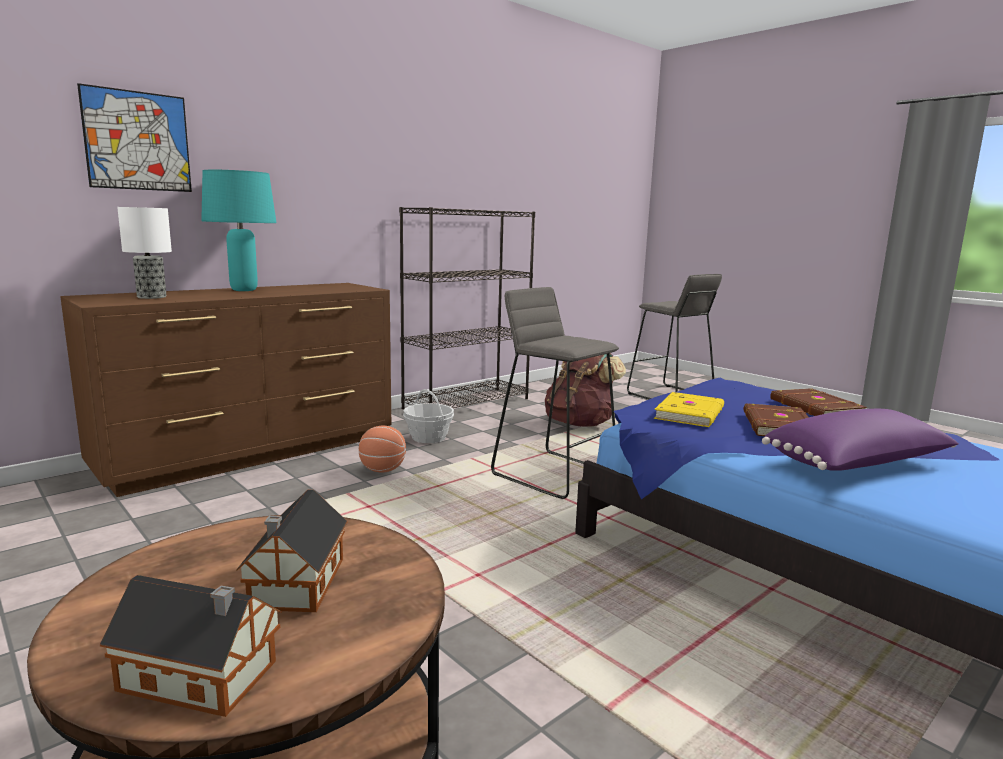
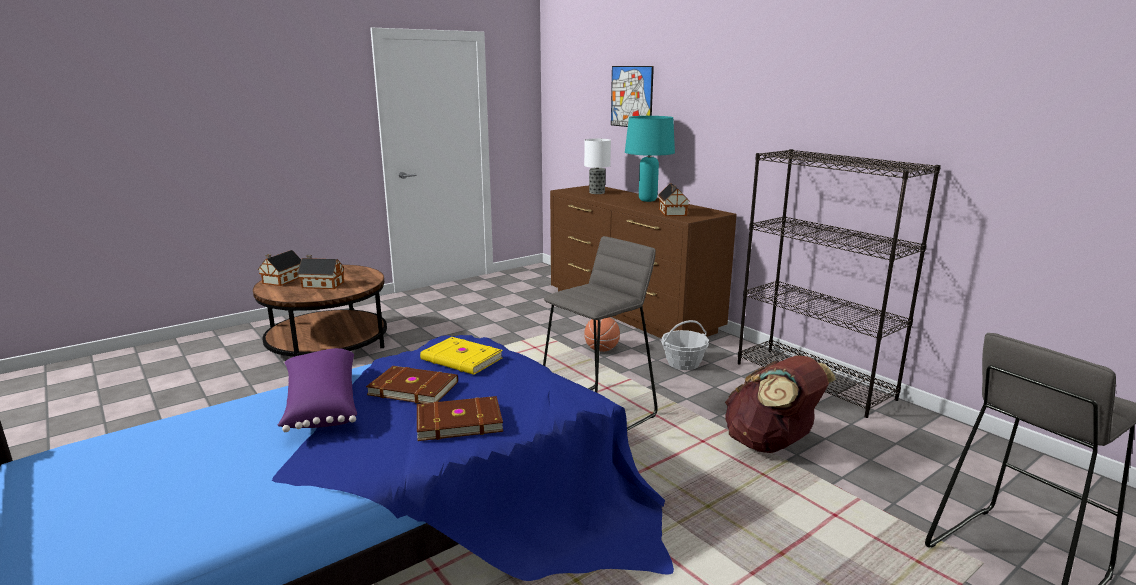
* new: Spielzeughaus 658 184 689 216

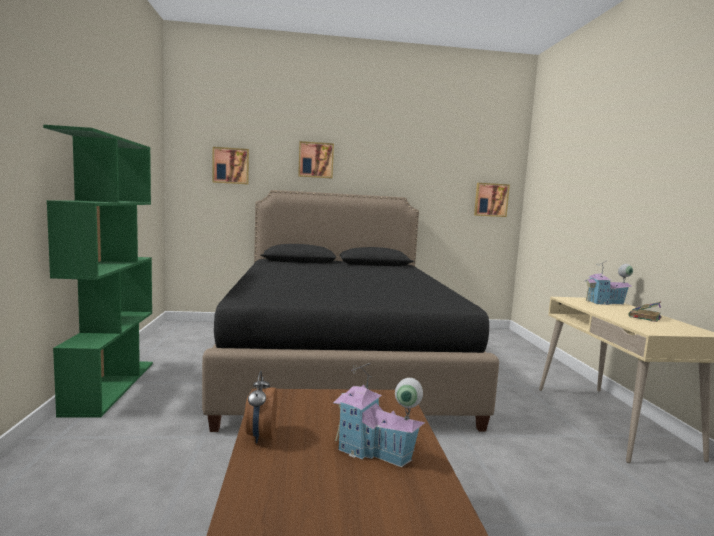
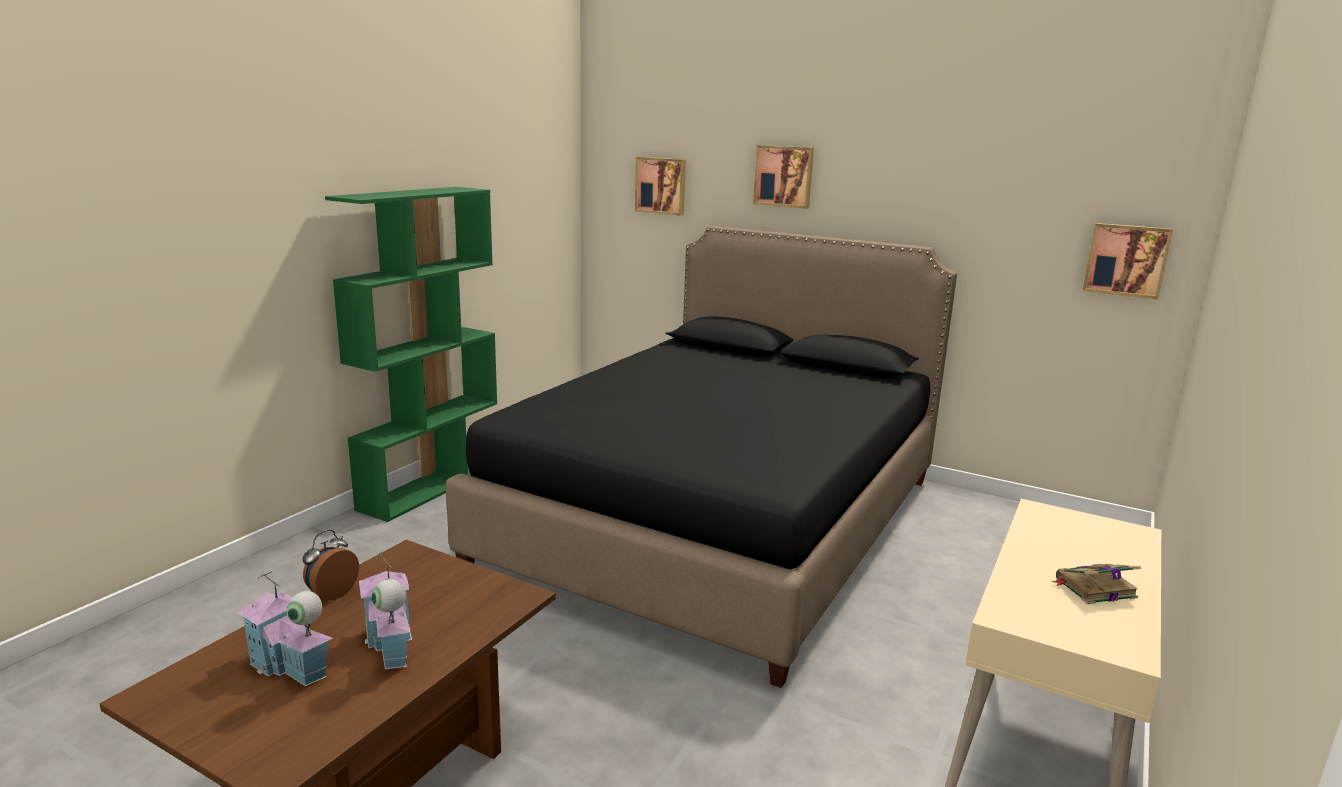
* shifted: Spielzeughaus 584 261 633 305 to 237 572 333 686

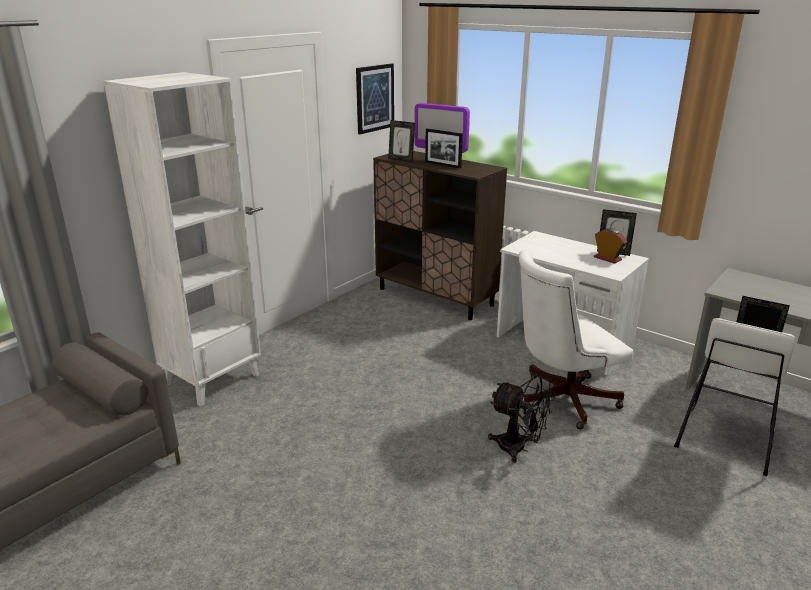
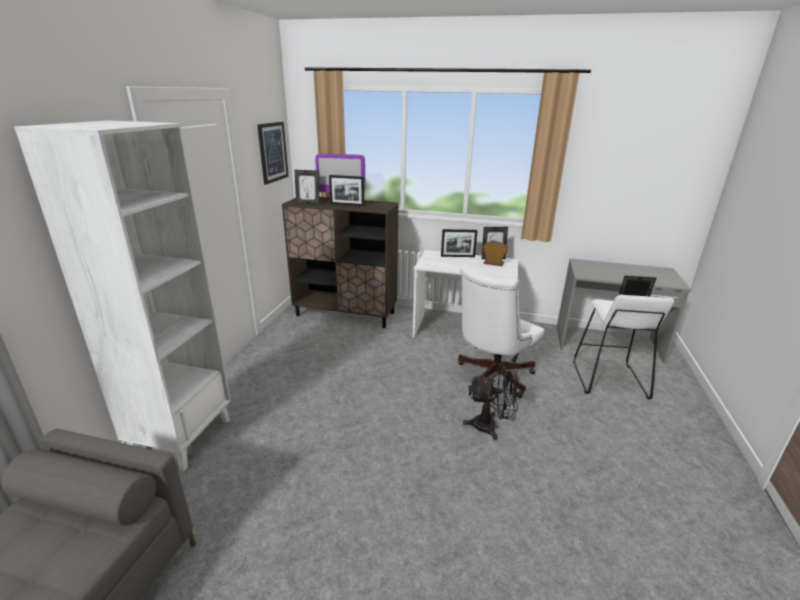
* new: Bilderrahmen 441 229 478 257

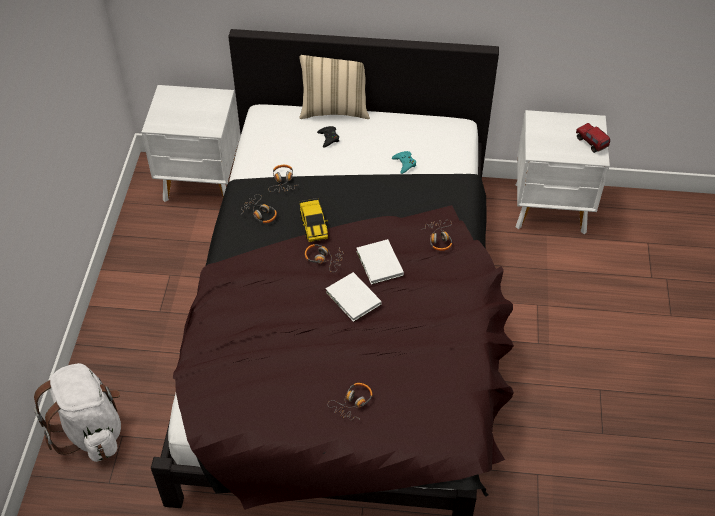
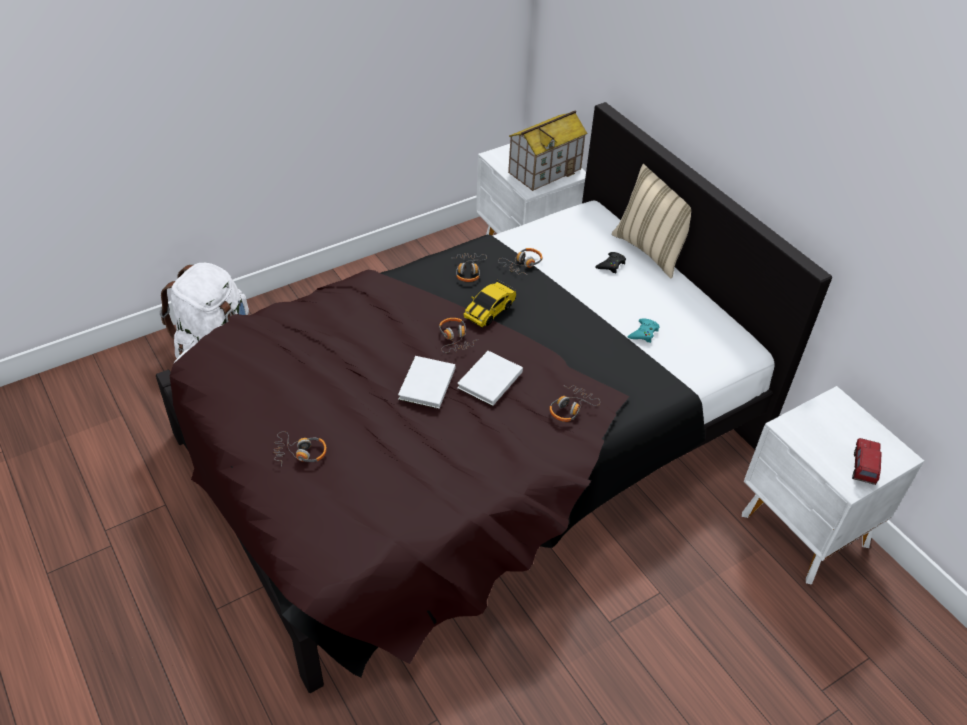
* new: Spielzeughaus 508 110 587 191

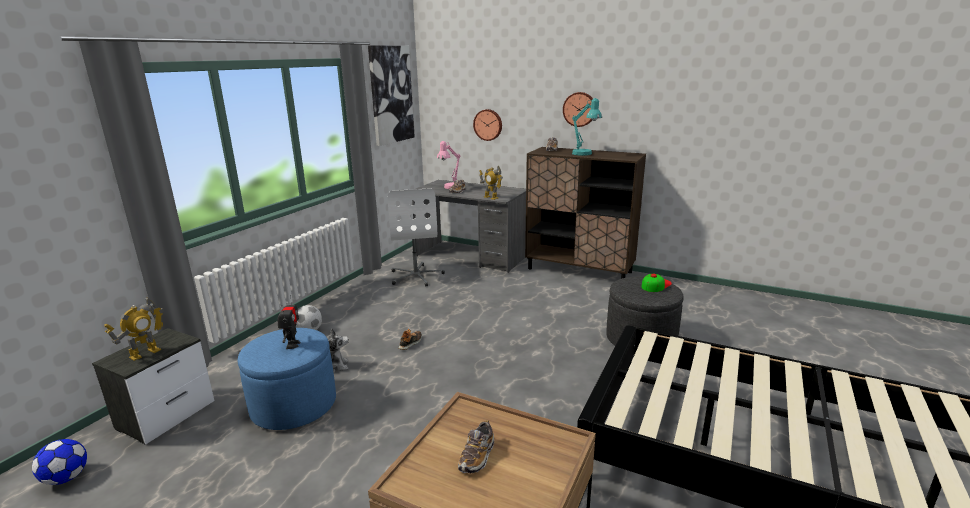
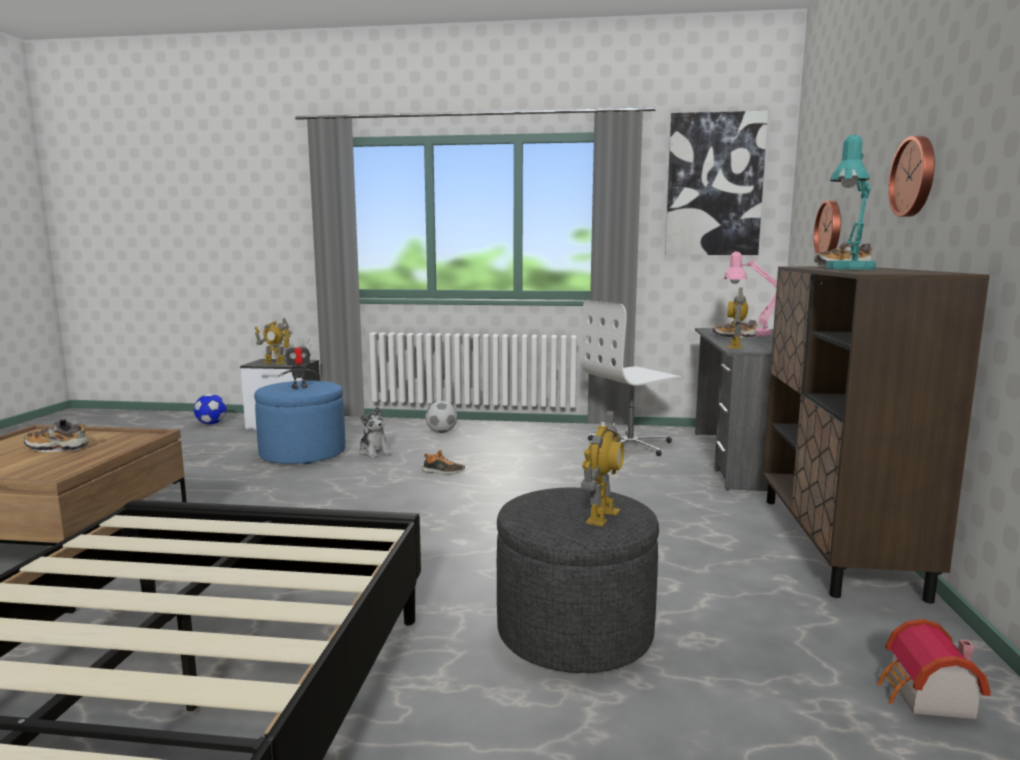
* swapped: Kappe 642 274 672 292 to Spielzeugroboter 581 410 624 526
* new: Spielzeughaus 877 619 991 719

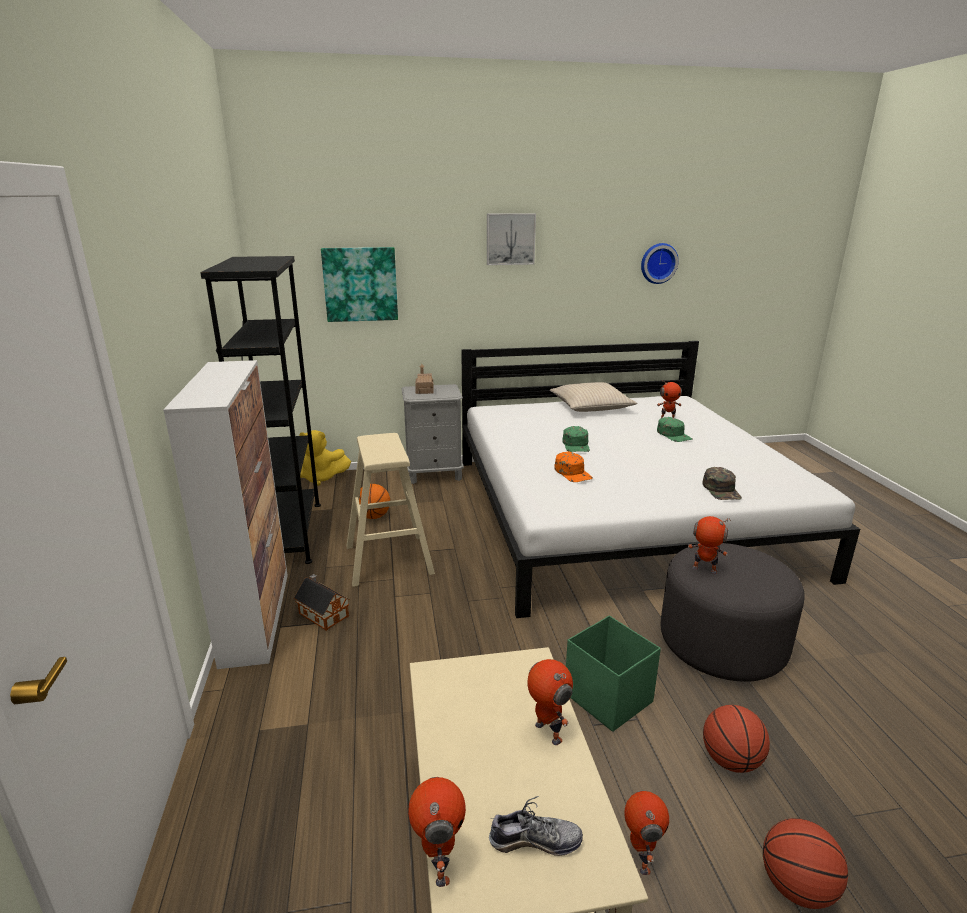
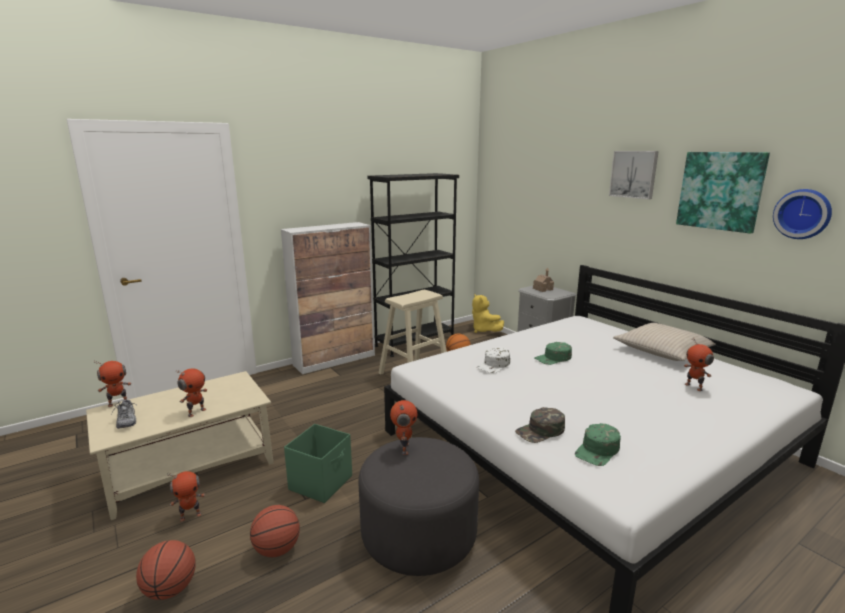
* gone: Spielzeughaus 294 574 350 631
* shifted: Bild 321 247 398 322 to 676 152 770 234
* repainted: Kappe (orange) 554 451 593 482 to Kappe (weiß) 477 347 510 373
* shifted: Kappe (grün) 657 417 693 442 to 575 423 621 466

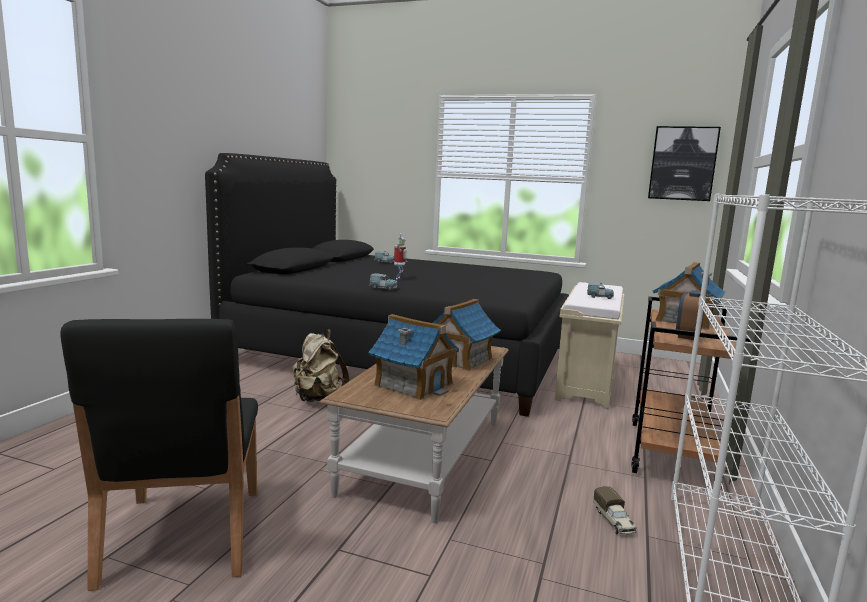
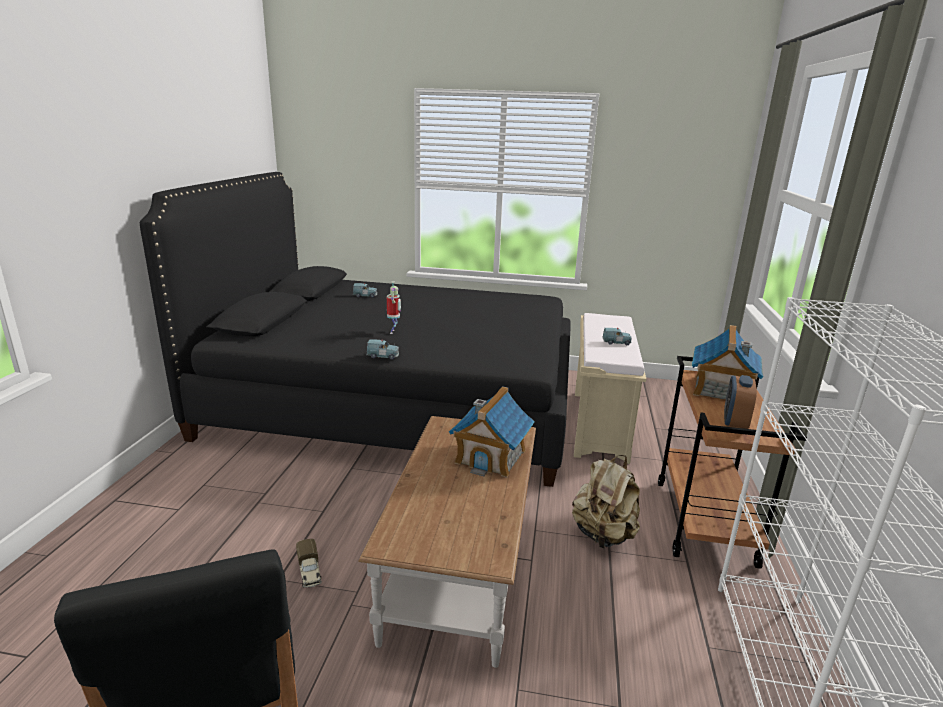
* shifted: Rucksack (beige) 292 329 349 402 to 572 455 640 549
* gone: Spielzeughaus 368 314 459 400
* shifted: Spielzeuglaster 593 486 637 535 to 296 539 322 588
* gone: Bild 648 126 721 201

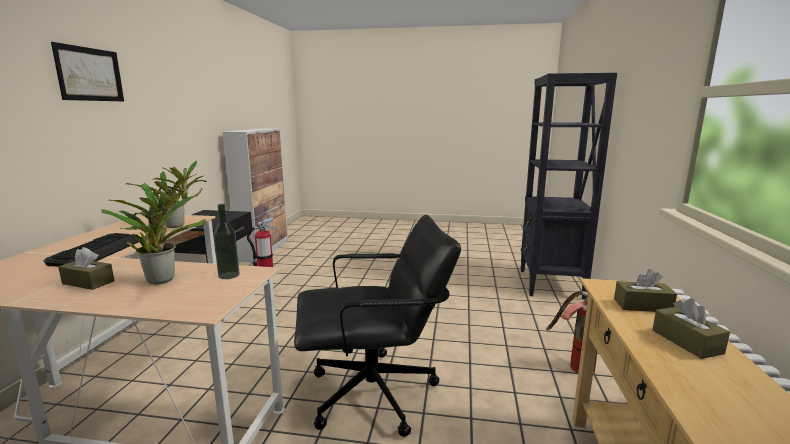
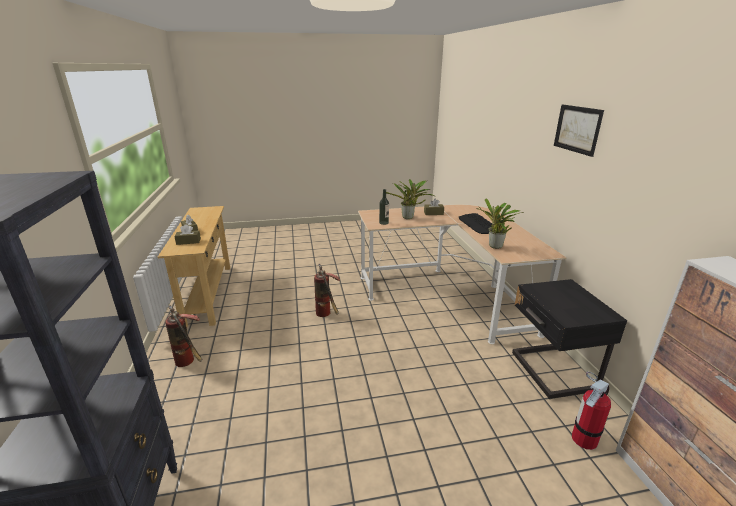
* swapped: Bürostuhl (schwarz) 294 215 461 437 to Feuerlöscher 314 264 340 317

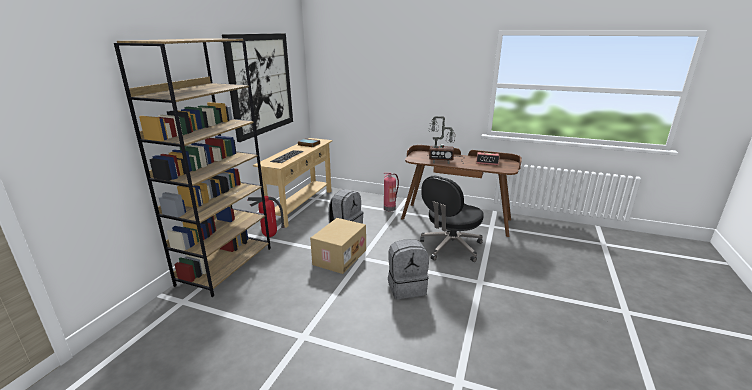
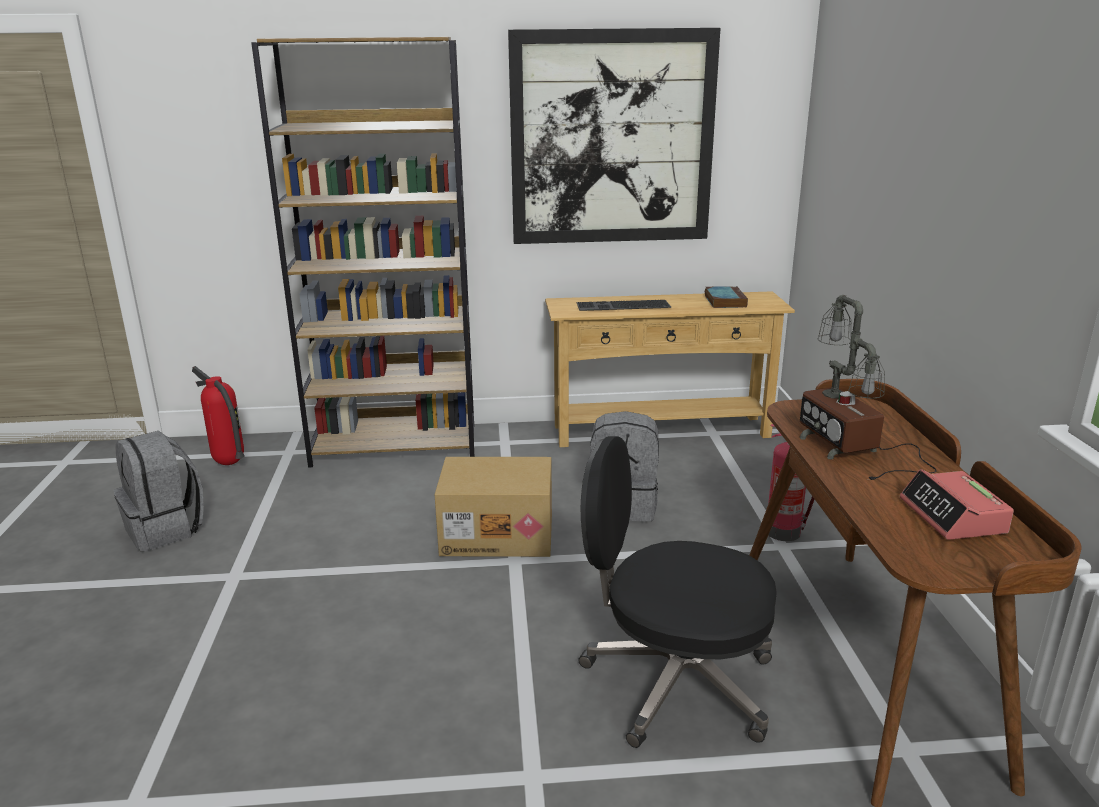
* shifted: Feuerlöscher 247 196 285 237 to 192 366 245 465
* shifted: Rucksack (grau) 388 239 429 299 to 114 431 204 551

